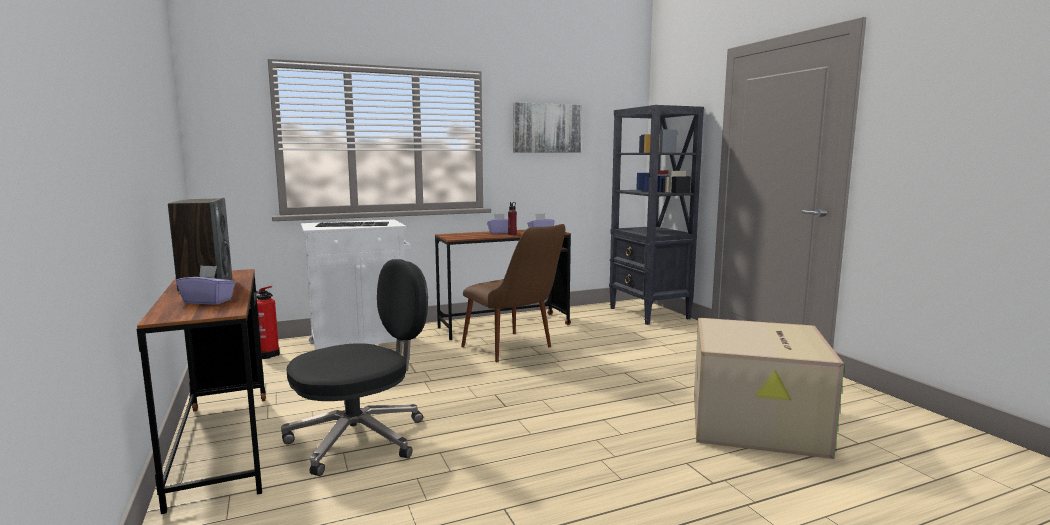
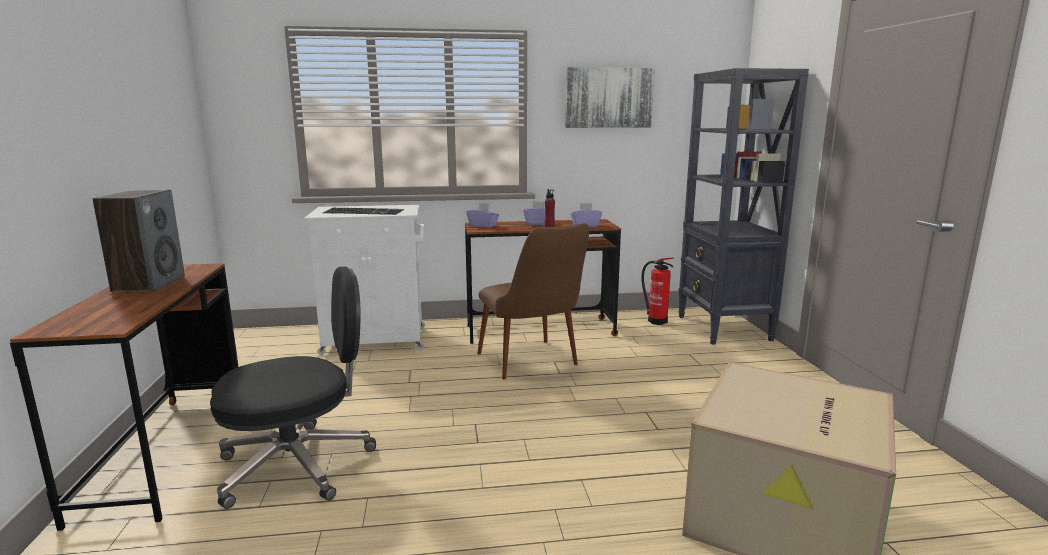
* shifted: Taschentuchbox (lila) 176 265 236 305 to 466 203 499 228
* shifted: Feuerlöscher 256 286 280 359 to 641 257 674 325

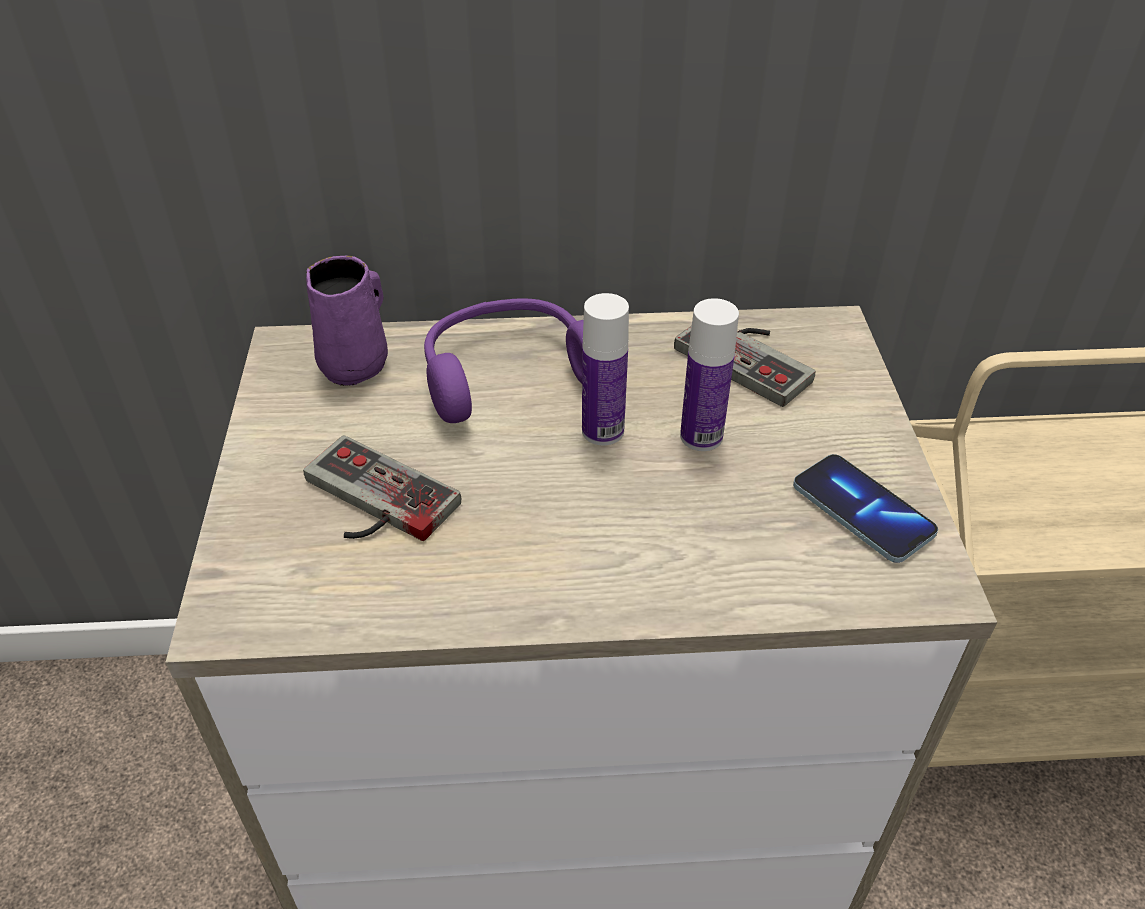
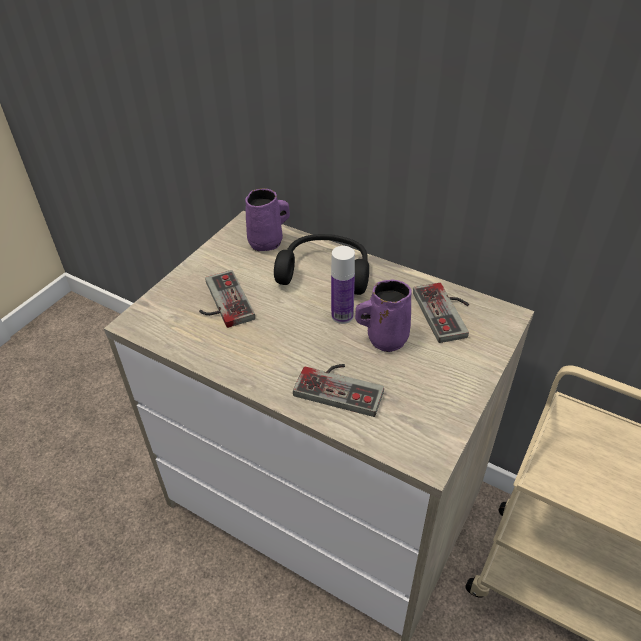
* repainted: Kopfhörer (lila) 424 298 584 423 to Kopfhörer (schwarz) 274 234 369 295
* swapped: Flasche 680 298 739 451 to Henkelbecher (lila) 355 280 412 352
* gone: Handy 793 454 938 563
* new: Gamepad 293 364 384 417

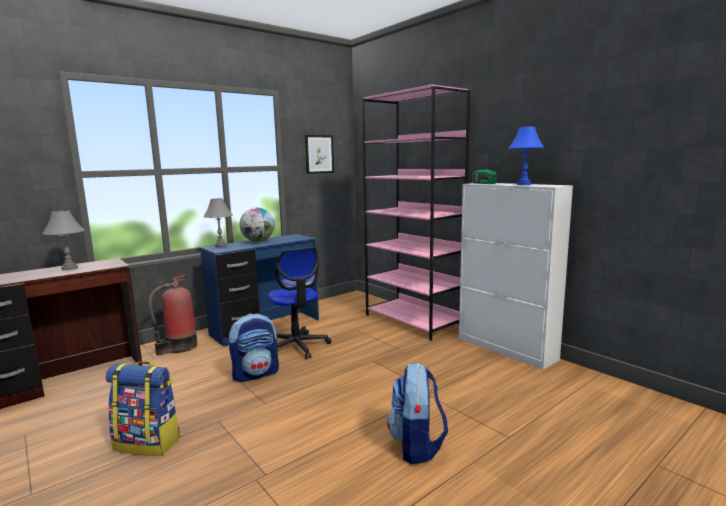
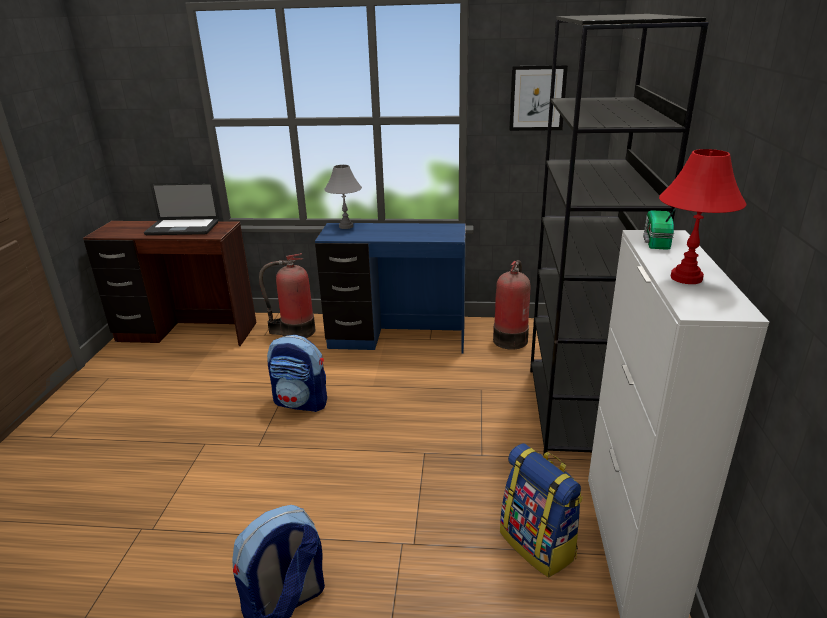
* swapped: Tischlampe (grau) 42 210 85 270 to Laptop 144 182 219 235
* shifted: Rucksack 106 361 180 456 to 500 443 583 578
* gone: Globus 240 208 275 242
* gone: Bürostuhl 268 247 331 359
* repainted: Bücherregal (rosa) 362 85 470 341 to Bücherregal (schwarz) 530 14 709 456
* repainted: Tischlampe (blau) 508 126 545 185 to Tischlampe (rot) 659 149 746 284
* new: Feuerlöscher 493 260 530 350

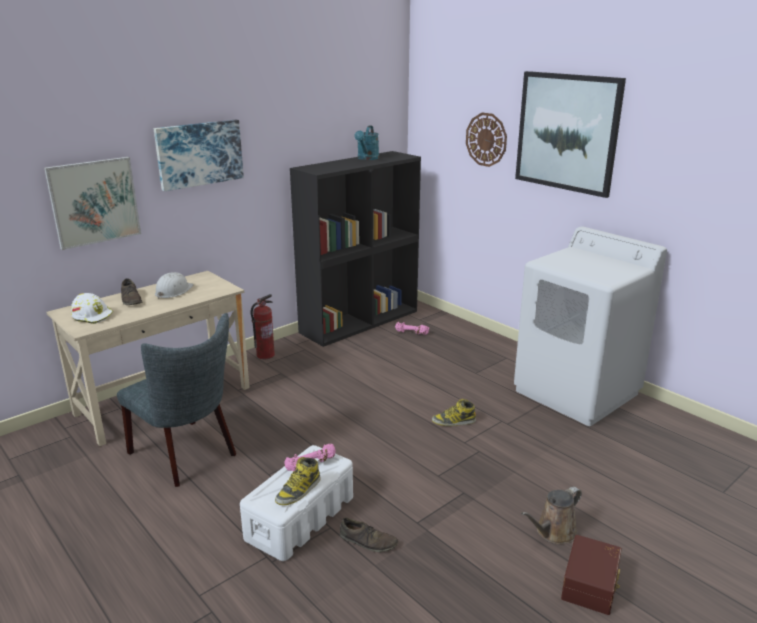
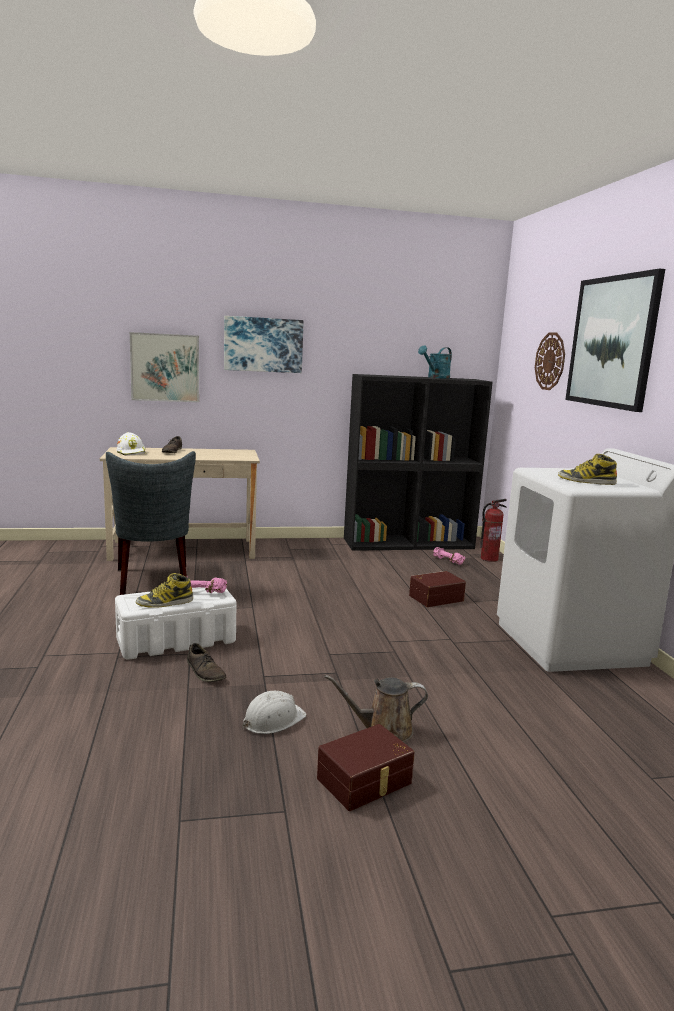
* shifted: Schutzhelm (weiß) 155 272 194 299 to 242 691 307 734
* shifted: Feuerlöscher 251 294 275 359 to 480 499 507 562
* shifted: Stiefel 432 399 476 426 to 558 454 617 485
* new: Aufbewahrungsbox (braun) 409 571 466 607

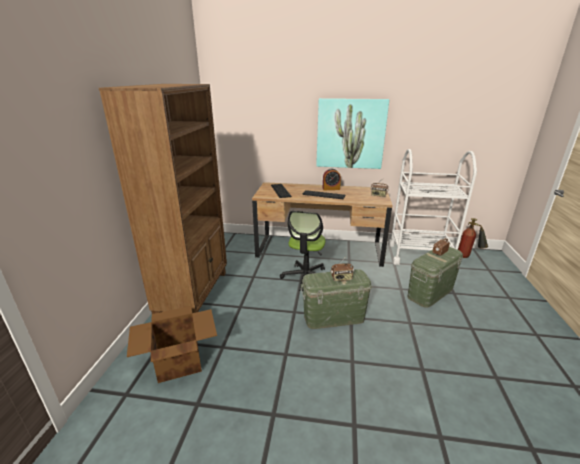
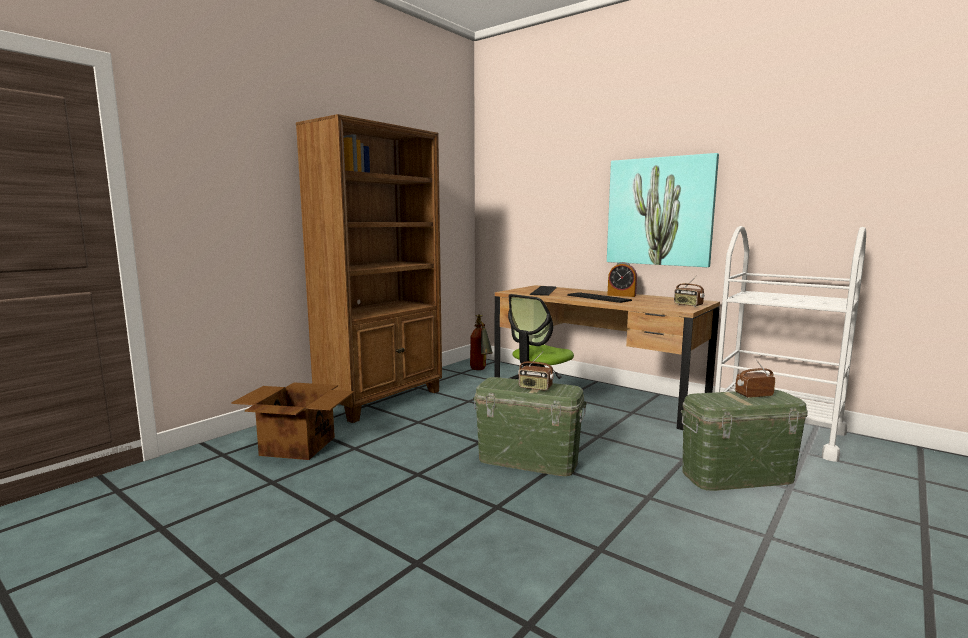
* shifted: Feuerlöscher 458 218 488 258 to 470 314 493 370

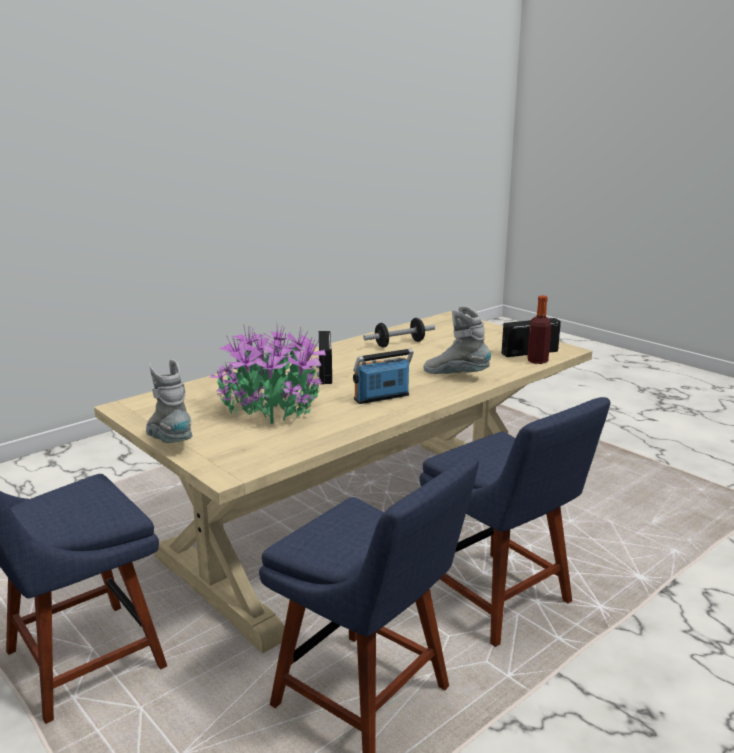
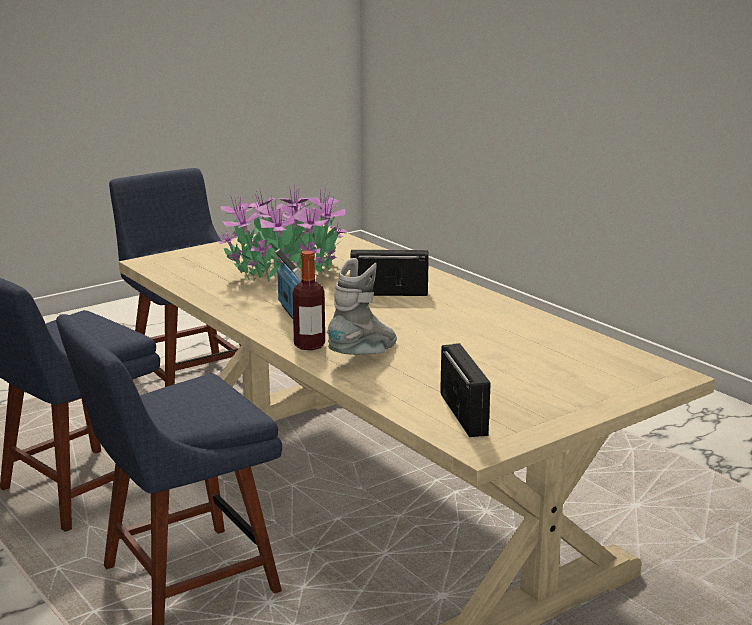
* gone: Stiefel (grau) 146 359 193 443
* gone: Hantel 363 318 435 348
* shifted: Flasche 527 295 551 364 to 293 250 325 350

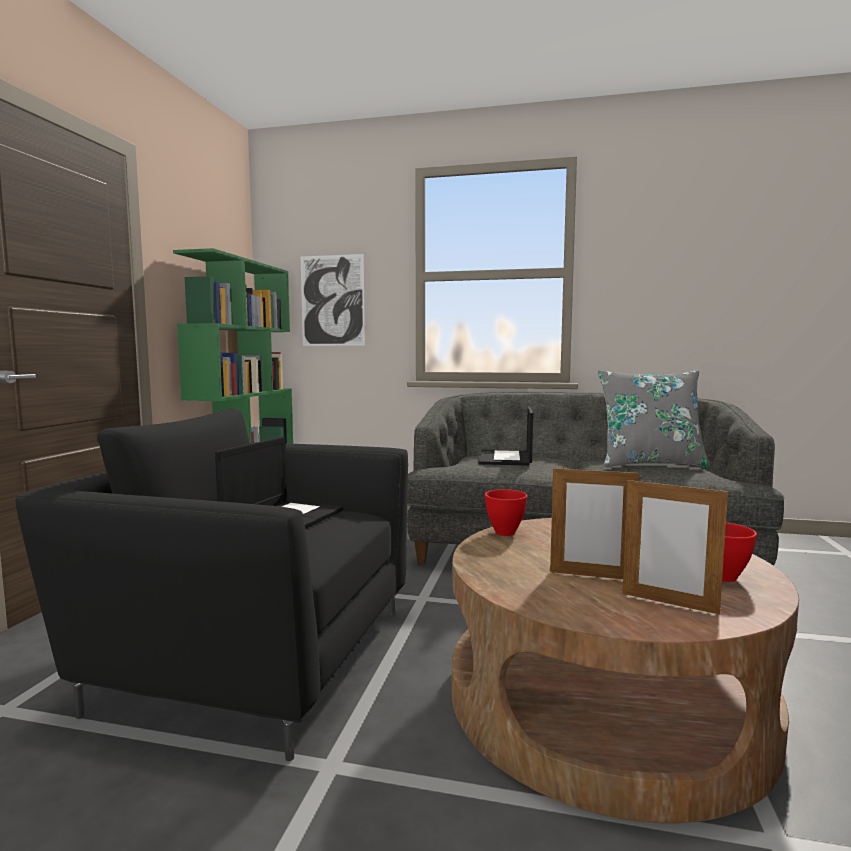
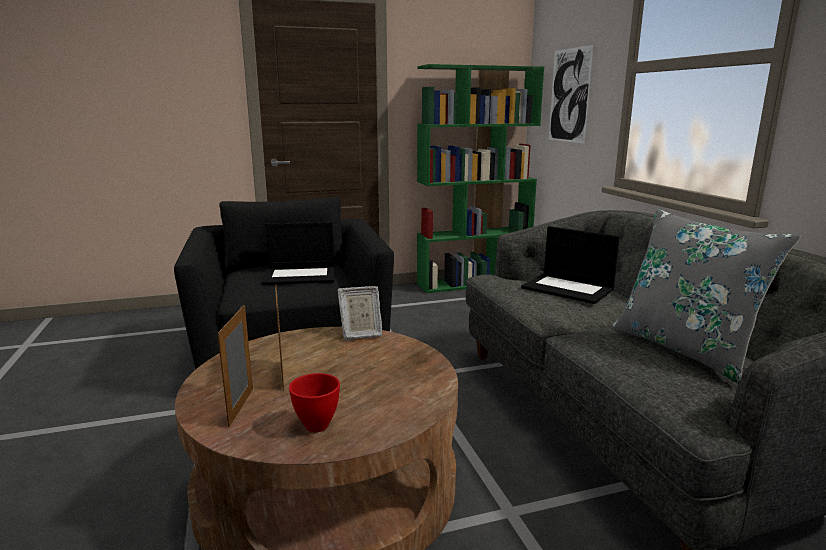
* rotated: Laptop 479 406 533 466 = 521 226 620 304 120 degrees counterclockwise
* swapped: Schüssel (rot) 485 489 527 536 to Bilderrahmen 337 286 382 340

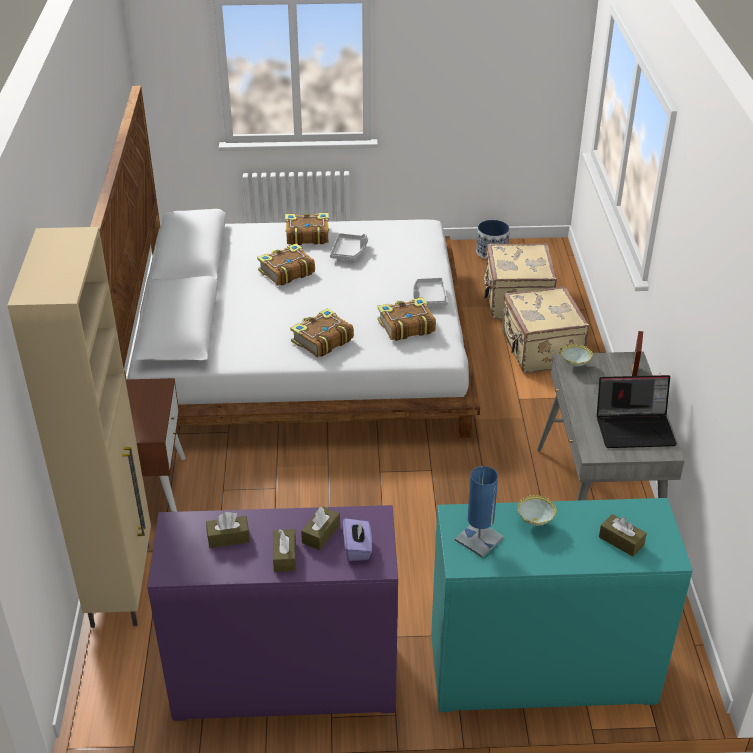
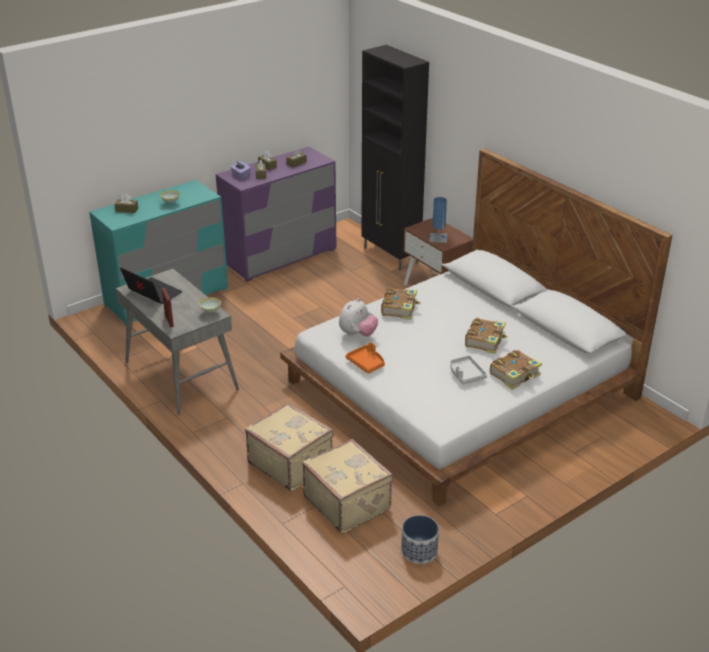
* repainted: Schrank (beige) 7 227 151 628 to Schrank (schwarz) 361 45 429 271
* swapped: Buch 378 297 436 341 to Plüschtier 339 298 378 336
* repainted: Tablett (grau) 413 278 448 307 to Tablett (orange) 345 342 385 374
* shifted: Tischlampe (blau) 455 466 504 558 to 429 197 447 243
* rotated: Laptop 597 375 677 448 = 120 267 182 304 75 degrees clockwise

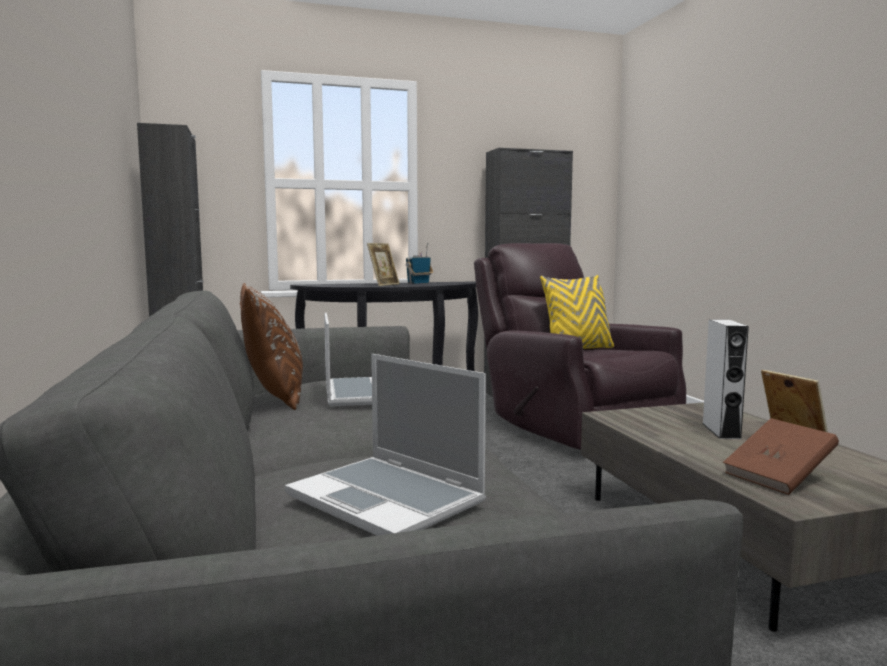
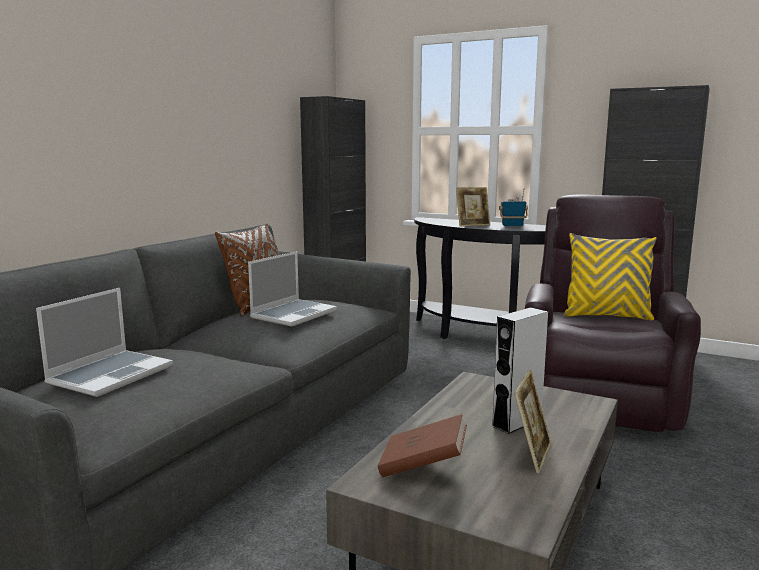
* rotated: Laptop 285 354 486 536 = 36 288 173 397 150 degrees counterclockwise

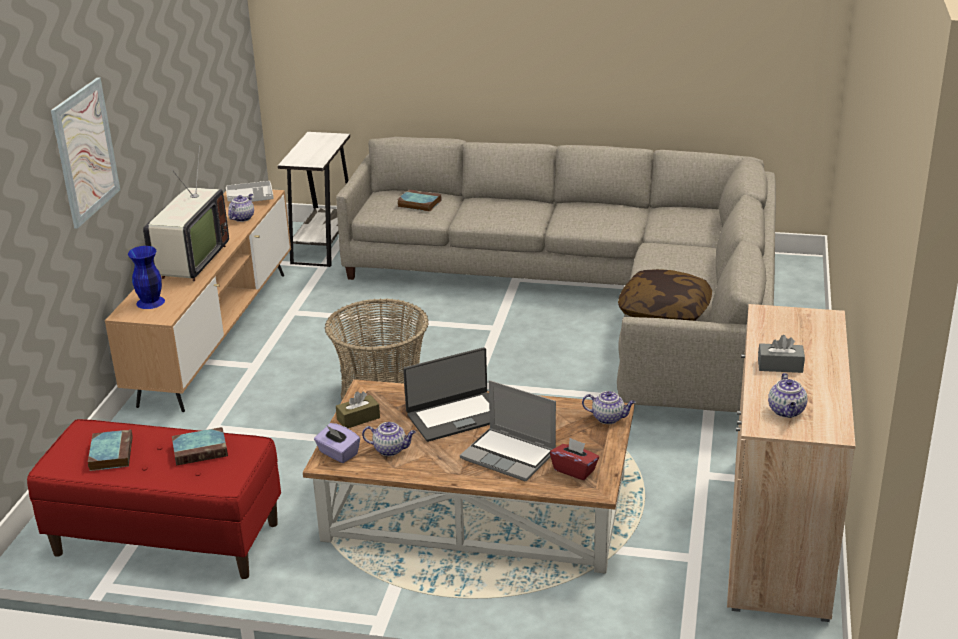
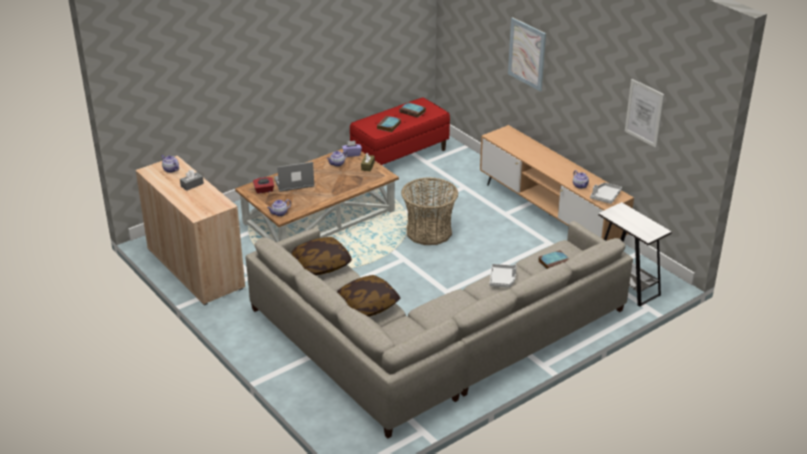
* gone: Vase (blau) 128 246 165 309
* gone: Fernseher 143 144 229 281
* gone: Laptop 403 347 490 442
* new: Kissen 337 275 400 317
* new: Tablett (grau) 490 264 517 288
* new: Bild 625 79 664 148

